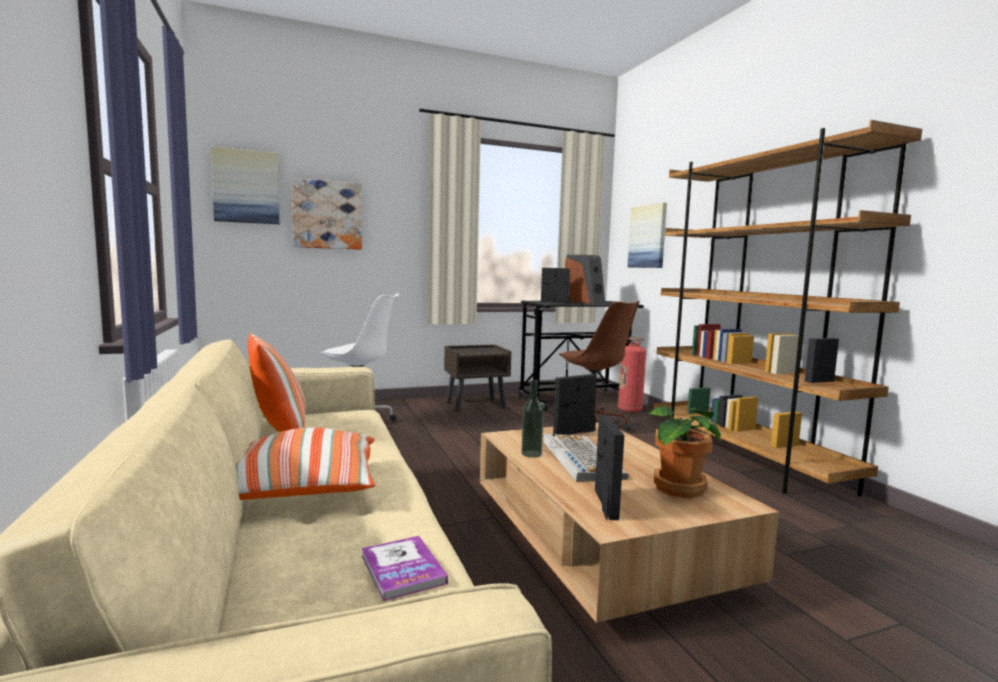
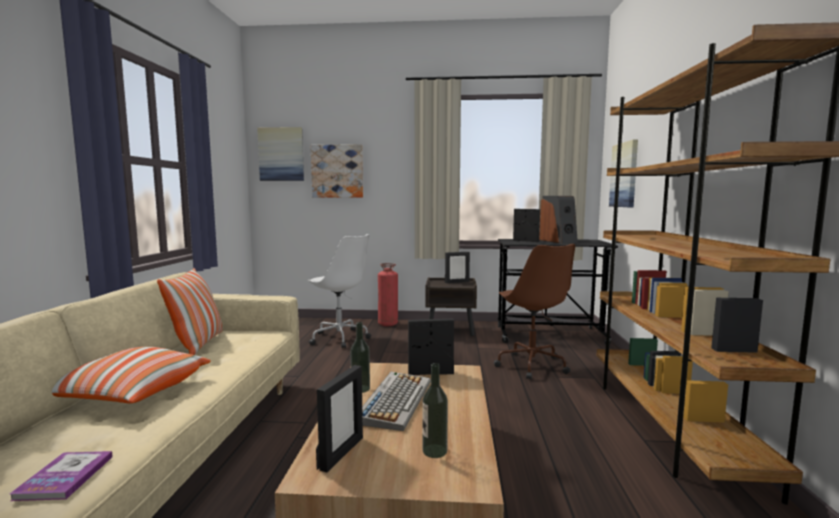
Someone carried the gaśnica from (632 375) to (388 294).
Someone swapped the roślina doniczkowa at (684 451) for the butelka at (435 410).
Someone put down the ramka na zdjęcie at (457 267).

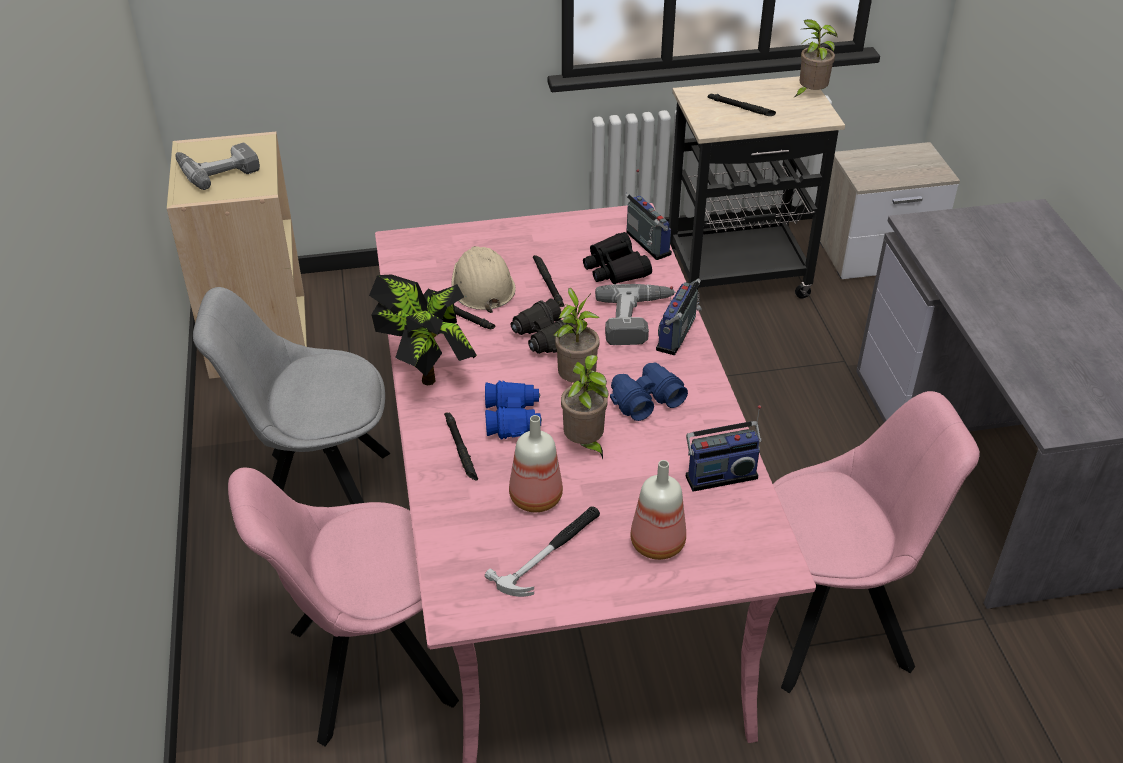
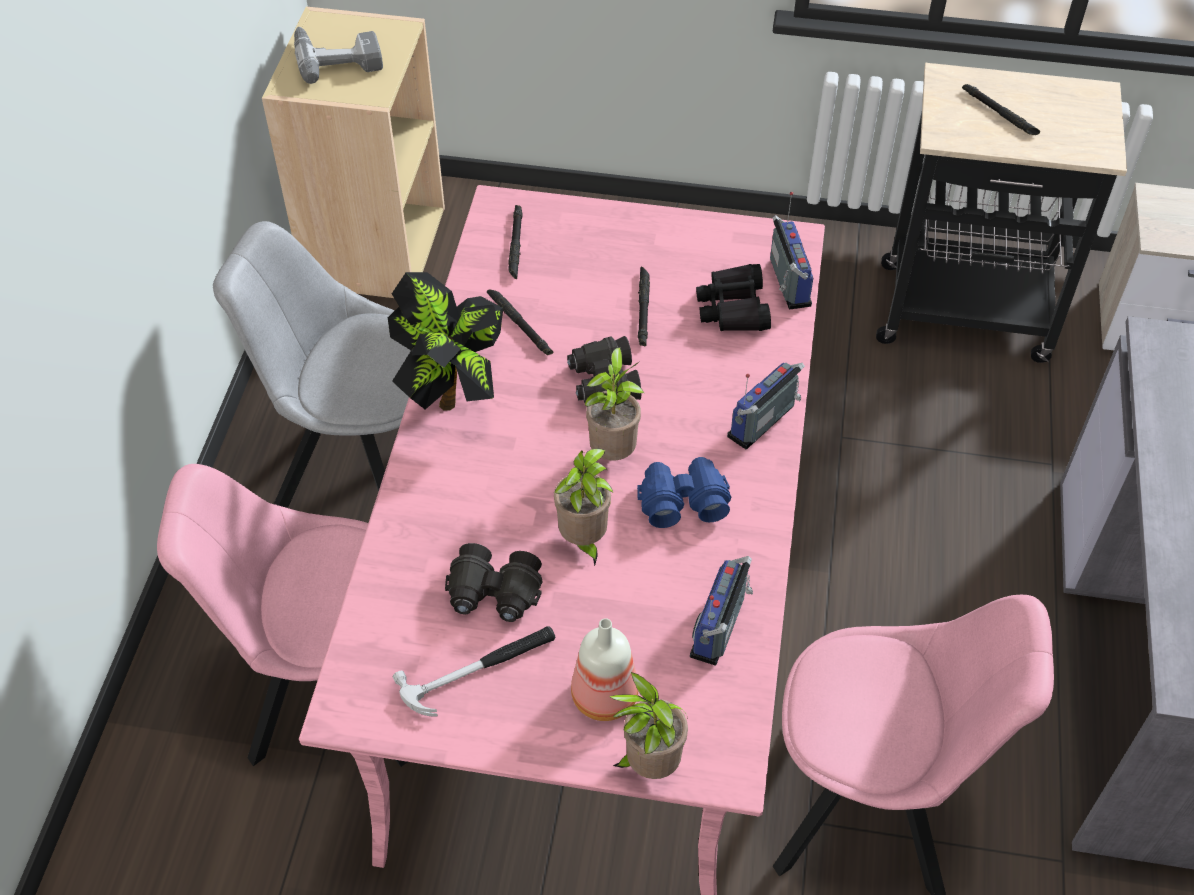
Someone carried the latarka (czarny) from (461 447) to (515 242).
Someone took away the kask (beżowy) at (483 279).
Someone took away the lornetka (niebieski) at (513 410).
Someone swapped the butelka at (536 463) for the lornetka (czarny) at (493 582).
Someone took away the wiertarka at (635 314).
Someone rotated the radio at (724 448) by 105 degrees clockwise.
Someone carried the roślina doniczkowa from (815 58) to (649 725).

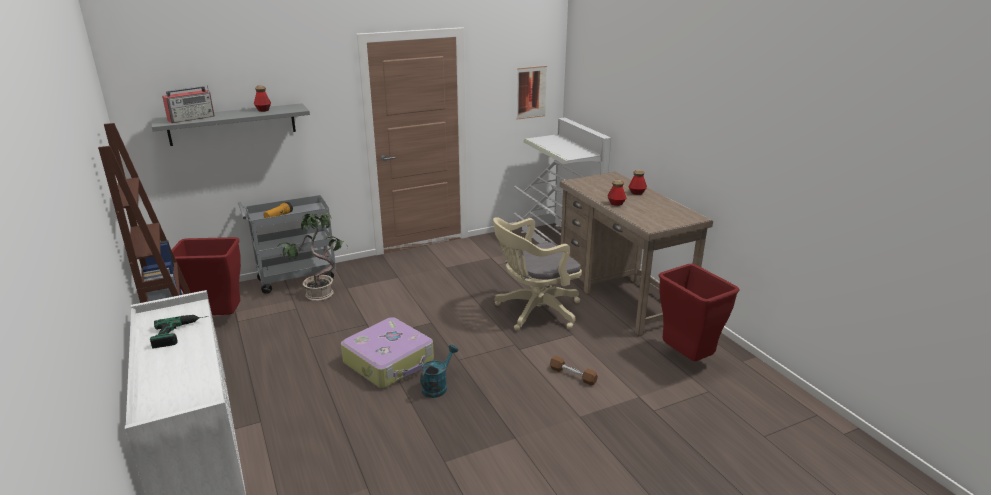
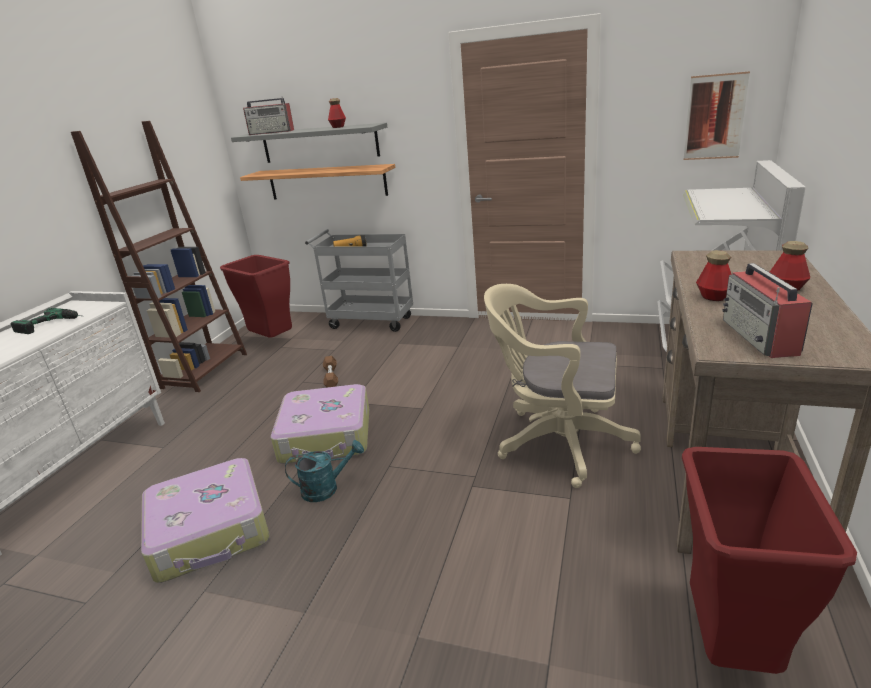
Someone took away the roślina doniczkowa at (312 257).
Someone carried the hantel (brązowy) from (574 370) to (330 371).
Someone put down the walizka at (205 520).
Someone put up the półka at (317 182).
Someone put down the radio at (767 310).

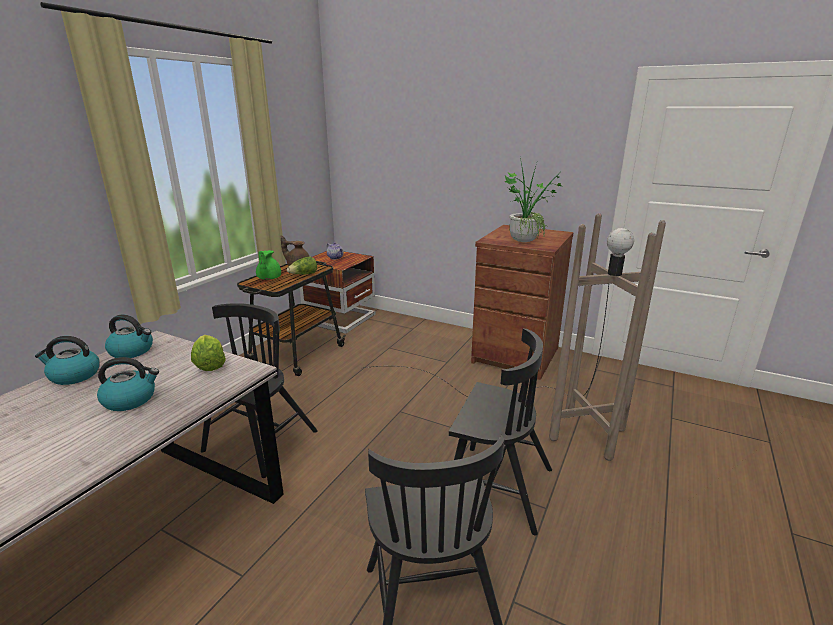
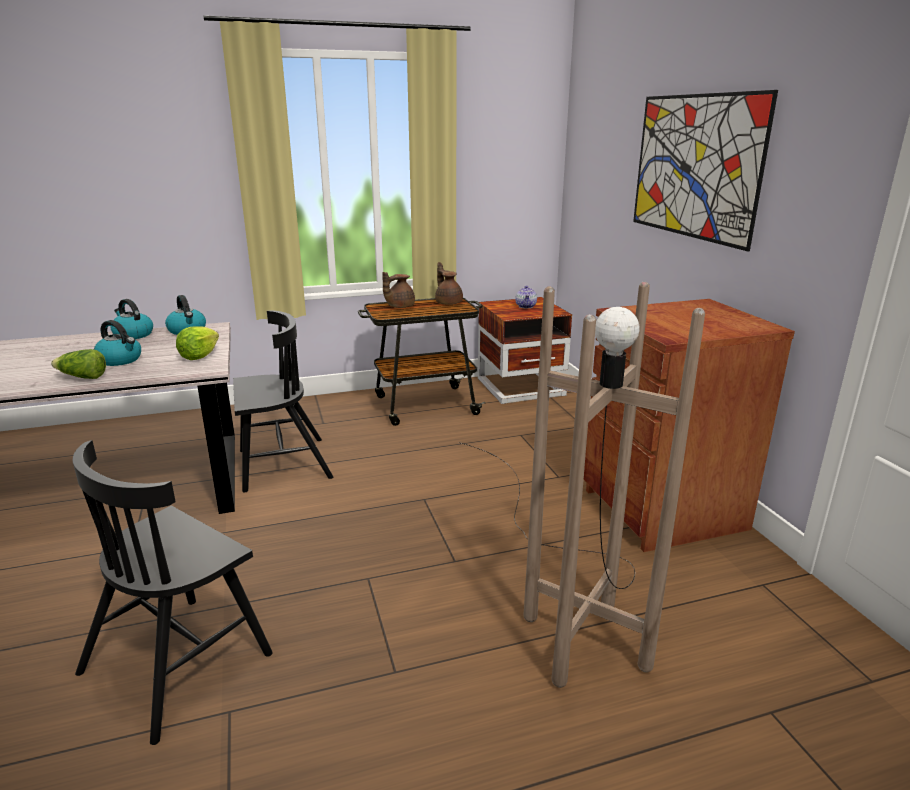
Someone repainted the imbryk (zielony) at (268 265), which became the imbryk (brązowy) at (398 290).
Someone carried the sałata from (302 265) to (78 364).
Someone took away the krzesło (czarny) at (500 432).
Someone took away the roślina doniczkowa at (533 200).
Someone put up the obraz at (705 170).

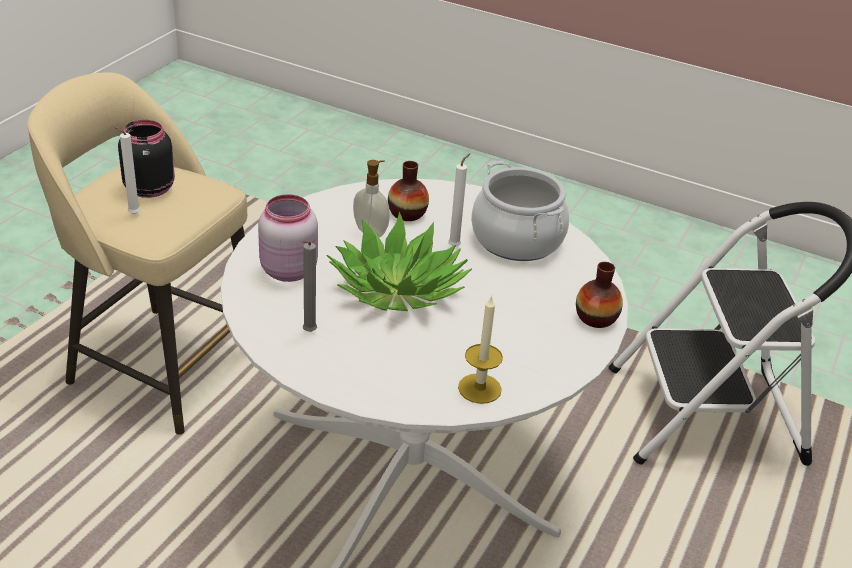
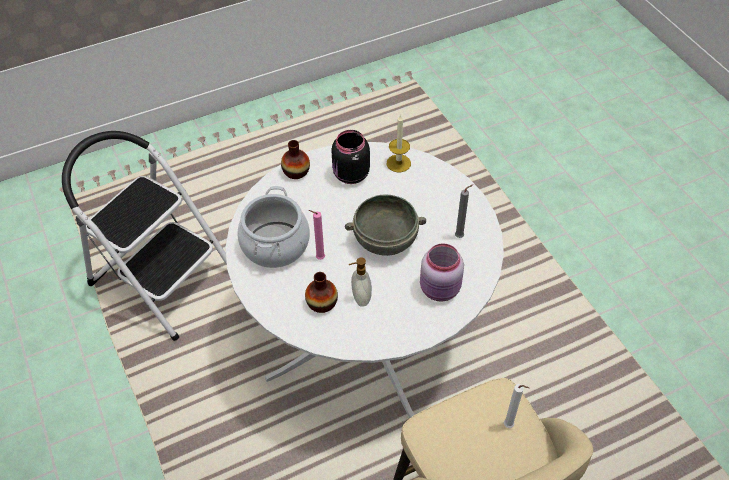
Someone carried the słoik (czarny) from (146 159) to (350 157).
Someone swapped the roślina doniczkowa at (399 261) for the miska (szary) at (385 225).
Someone repainted the świeca (biały) at (459 200), which became the świeca (różowy) at (316 235).

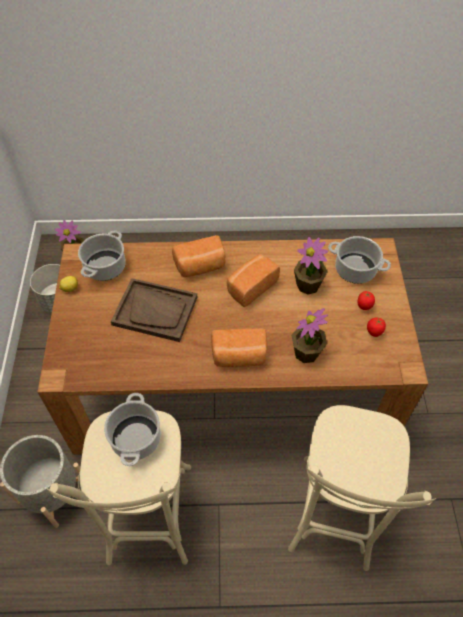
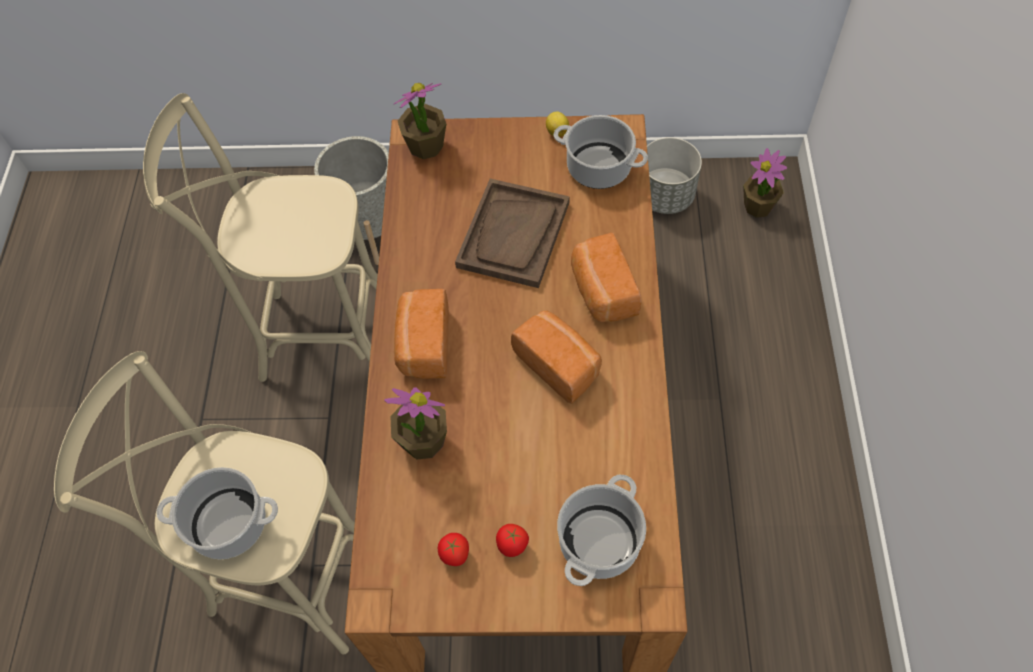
Someone carried the garnek from (132 429) to (217 513).
Someone carried the roślina doniczkowa from (311 266) to (420 121).

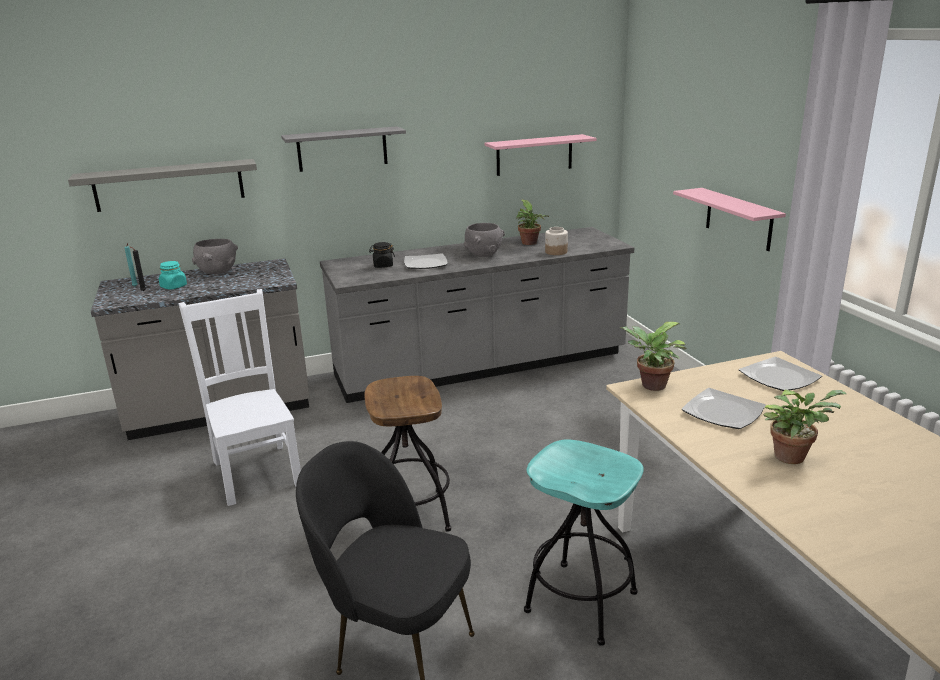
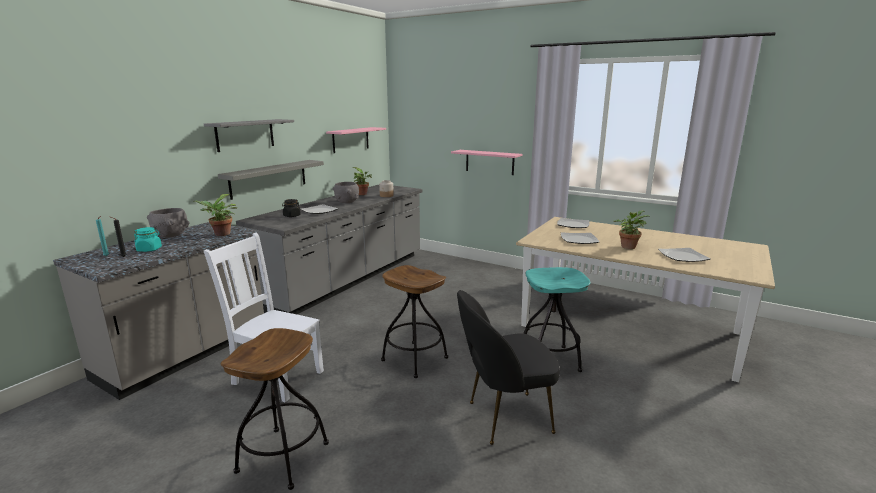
Someone carried the półka (szary) from (162 185) to (271 180).
Someone carried the roślina doniczkowa from (653 356) to (215 215).
Someone put down the stołek (brązowy) at (275 409).
Someone put down the talerz at (684 255).

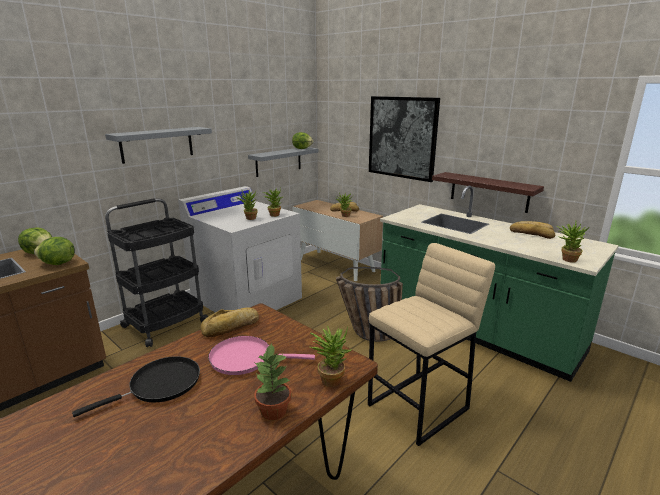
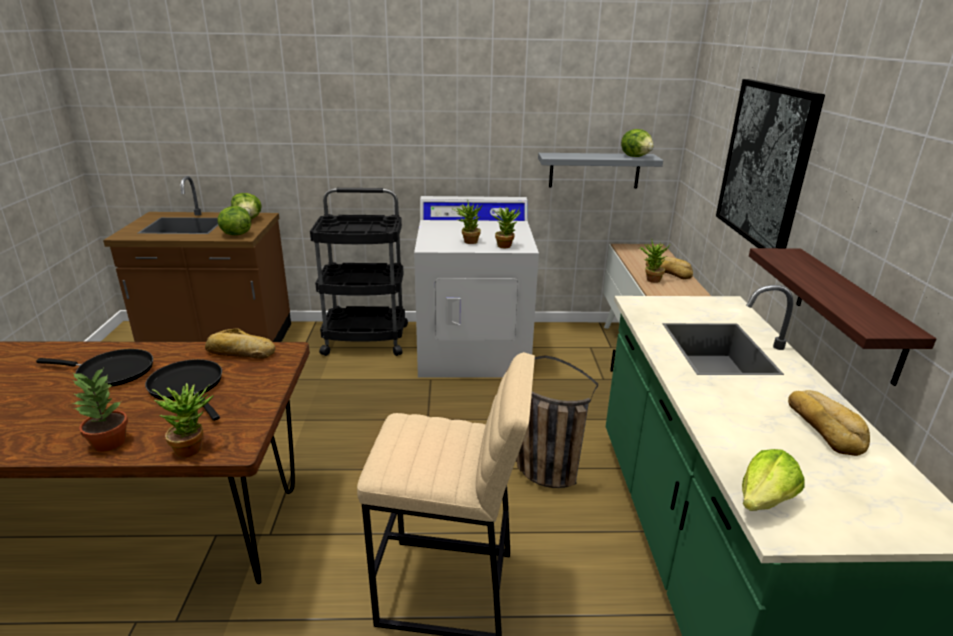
Someone took away the półka (szary) at (158 145).
Someone repainted the patelnia (różowy) at (261 355), which became the patelnia (czarny) at (183 390).
Someone swapped the roślina doniczkowa at (573 242) for the sałata at (773 480).

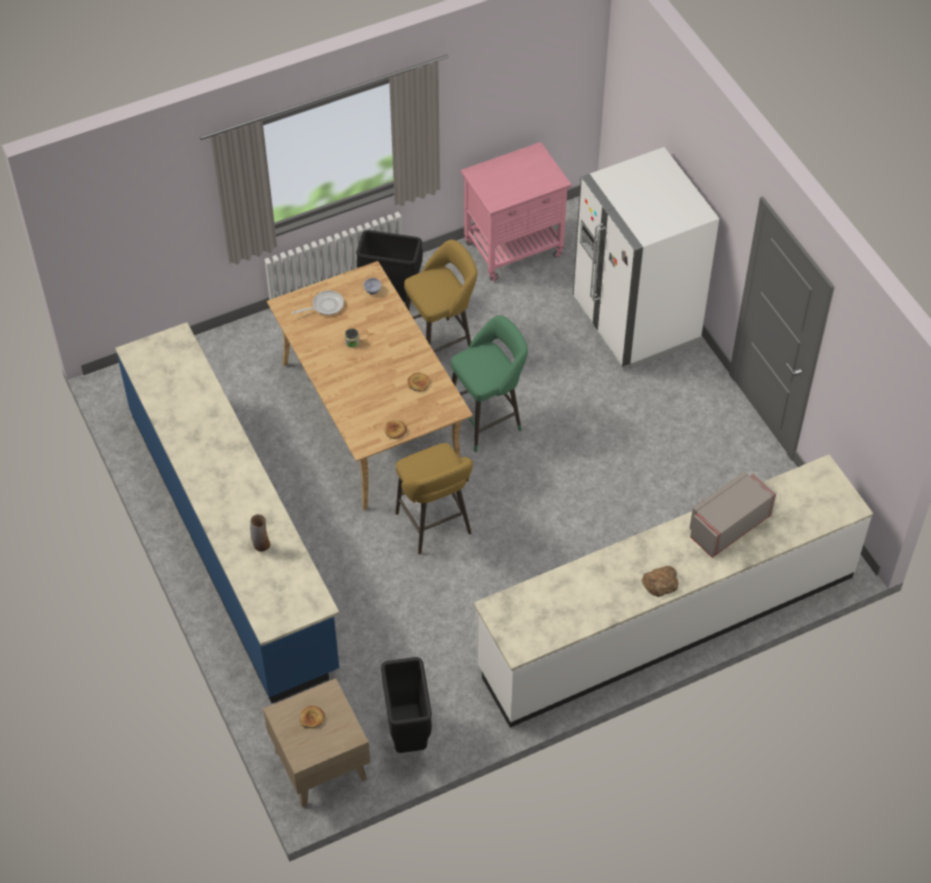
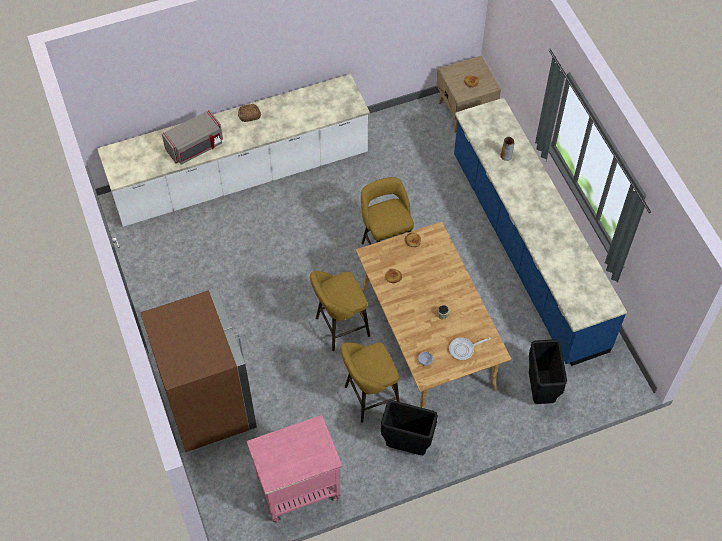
Someone carried the kosz na śmieci (czarny) from (406 705) to (548 371).
Someone repainted the stołek (zielony) at (489 383), which became the stołek (żółty) at (340 311).
Someone repainted the lodówka (biały) at (646 259), which became the lodówka (brązowy) at (198 371).

